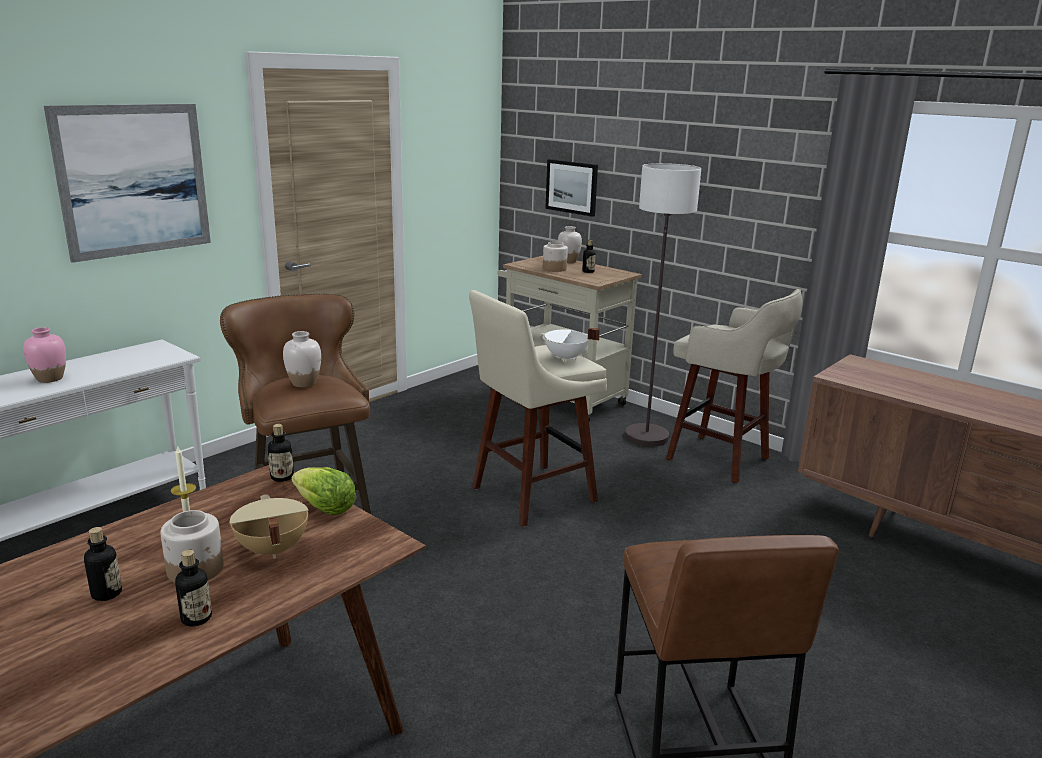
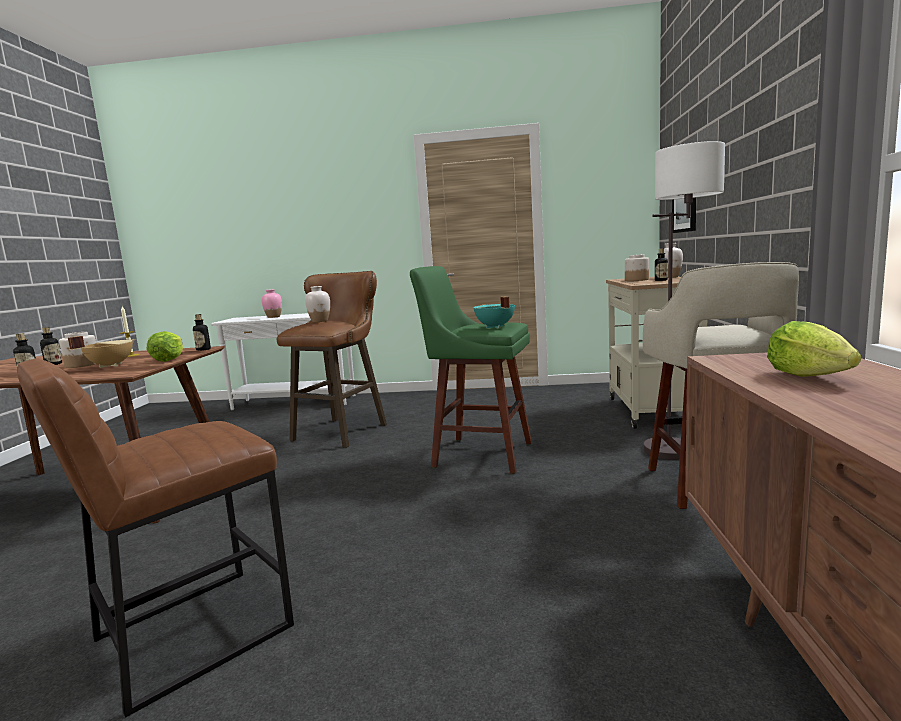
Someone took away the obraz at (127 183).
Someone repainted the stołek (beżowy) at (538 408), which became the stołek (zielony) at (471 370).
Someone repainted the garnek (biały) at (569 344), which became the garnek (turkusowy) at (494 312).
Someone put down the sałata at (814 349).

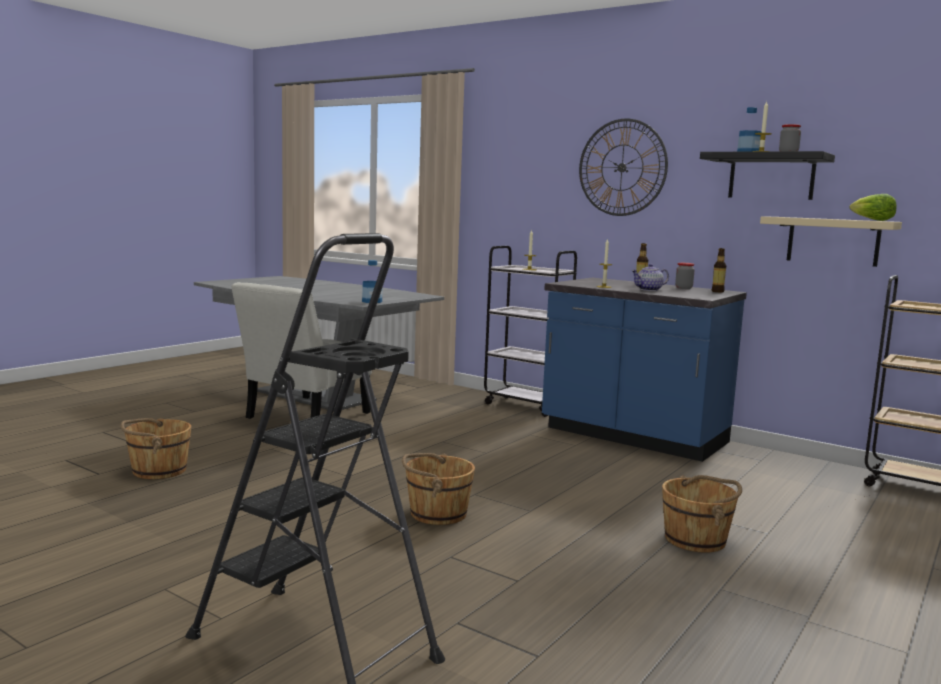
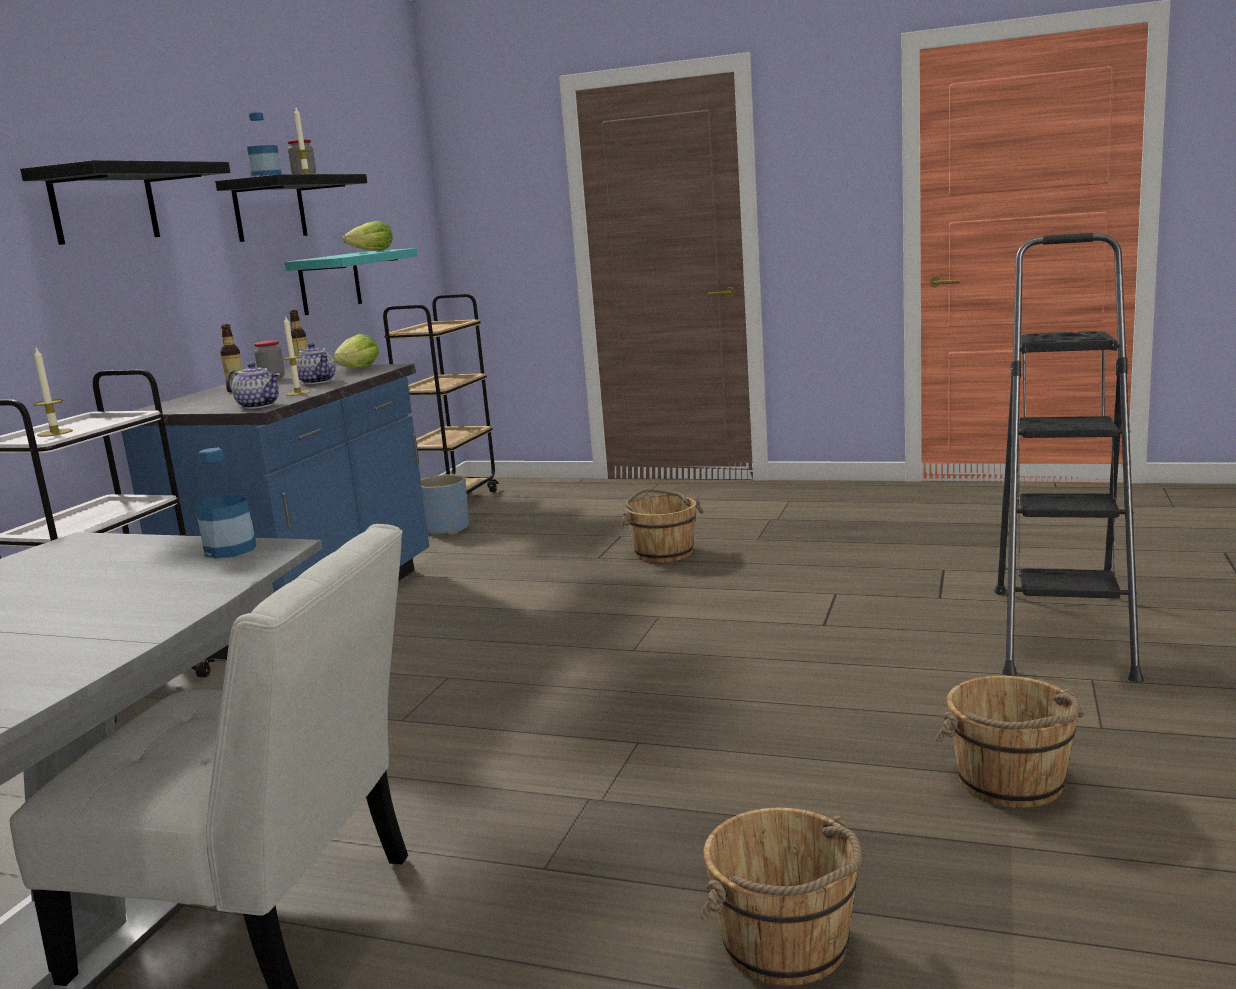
Someone carried the wiadro (brązowy) from (438 489) to (1009 742).
Someone swapped the zegar ścienny at (623 167) for the półka (czarny) at (125 202).
Someone repainted the półka (beżowy) at (831 241), which became the półka (turkusowy) at (351 281).
Someone put down the imbryk at (253 385).
Someone put down the sałata at (356 351).
Someone put down the donica (niebieski) at (445 504).

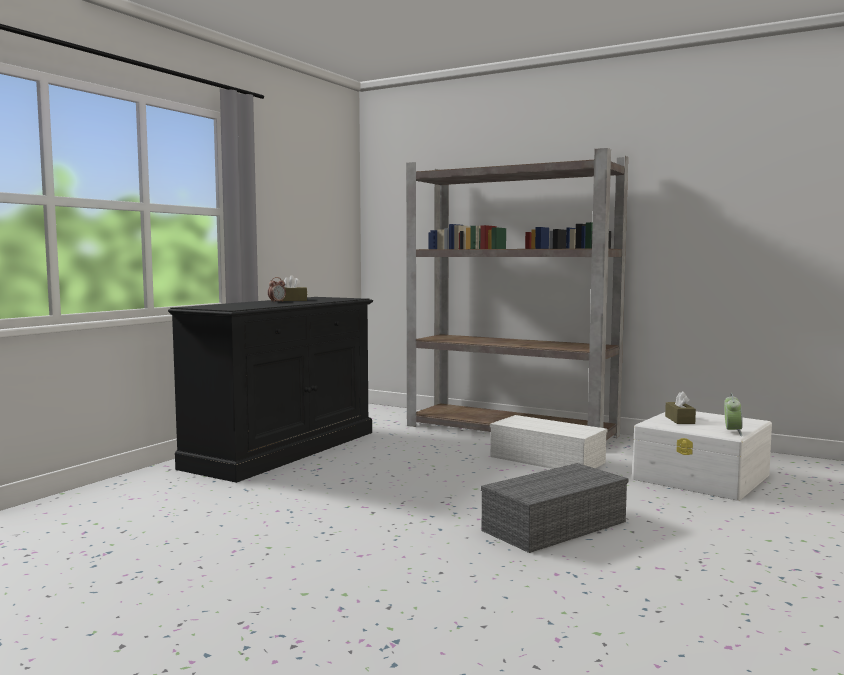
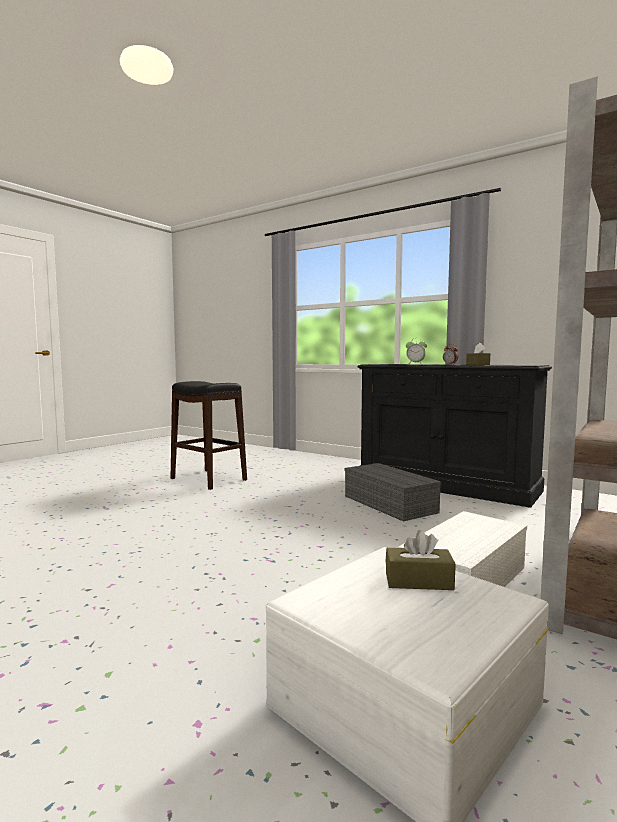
Someone carried the pojemnik do przechowywania (szary) from (554 508) to (392 492).
Someone carried the budzik from (733 414) to (416 352).
Someone put down the stołek (czarny) at (209 435).

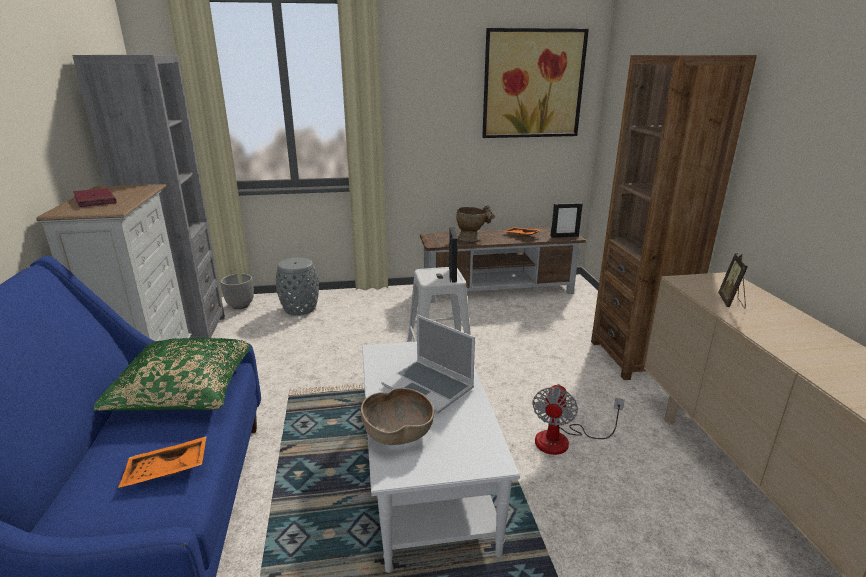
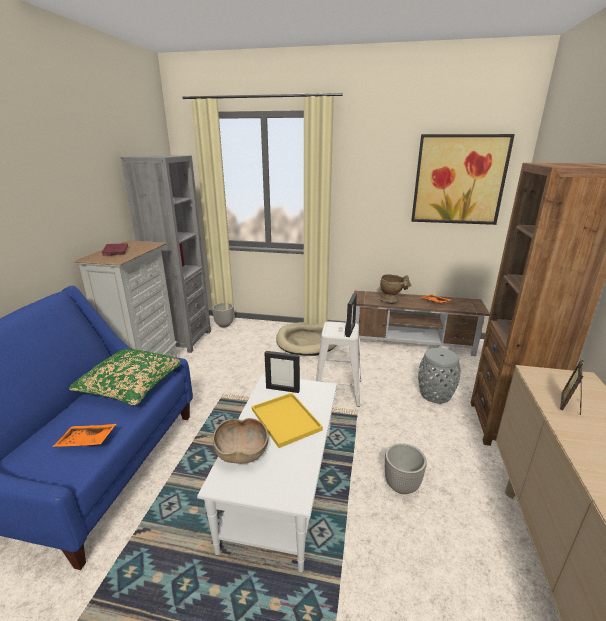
Someone carried the stołek (szary) from (297 286) to (439 376).
Someone swapped the laptop at (428 364) for the taca (żółty) at (287 420).
Someone swapped the wentylator at (578 419) for the donica at (406 468).
Someone carried the ramka na zdjęcie from (566 220) to (282 372).
Someone put down the legowisko (beżowy) at (306 339).

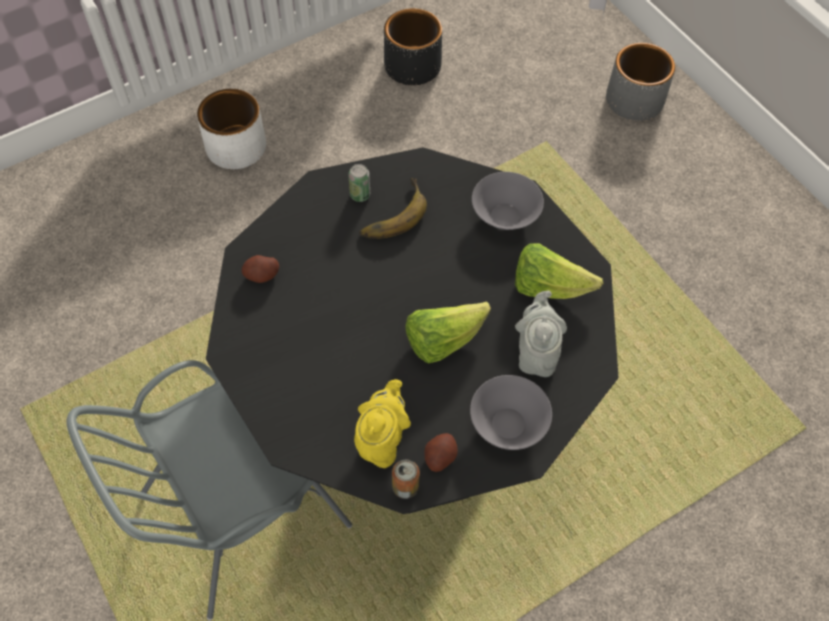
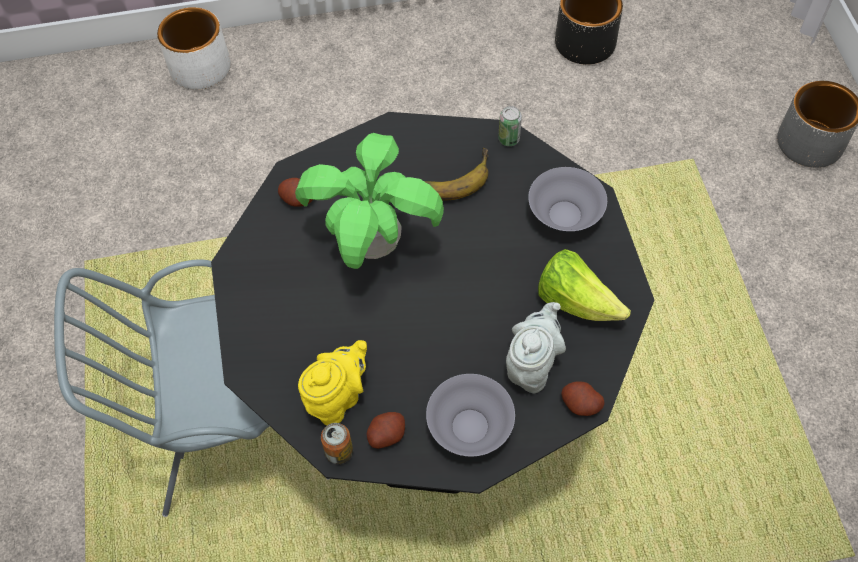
Someone carried the donica (biały) from (231 129) to (194 48).
Someone carried the puszka from (359 183) to (510 126).
Someone took away the sałata at (448 332).
Someone put down the roślina doniczkowa at (369 201).
Someone put down the ziemniak at (583 399).

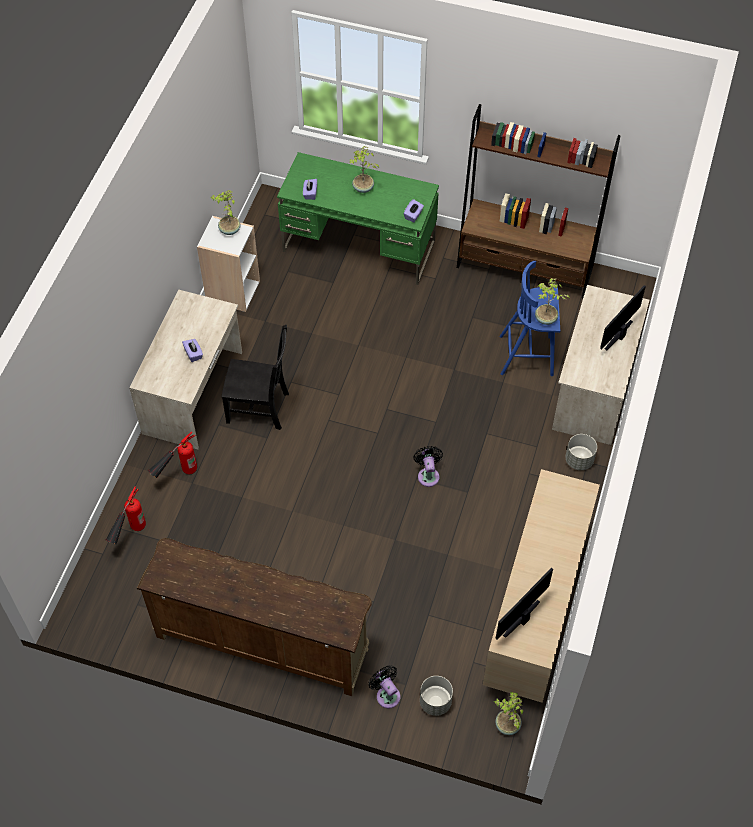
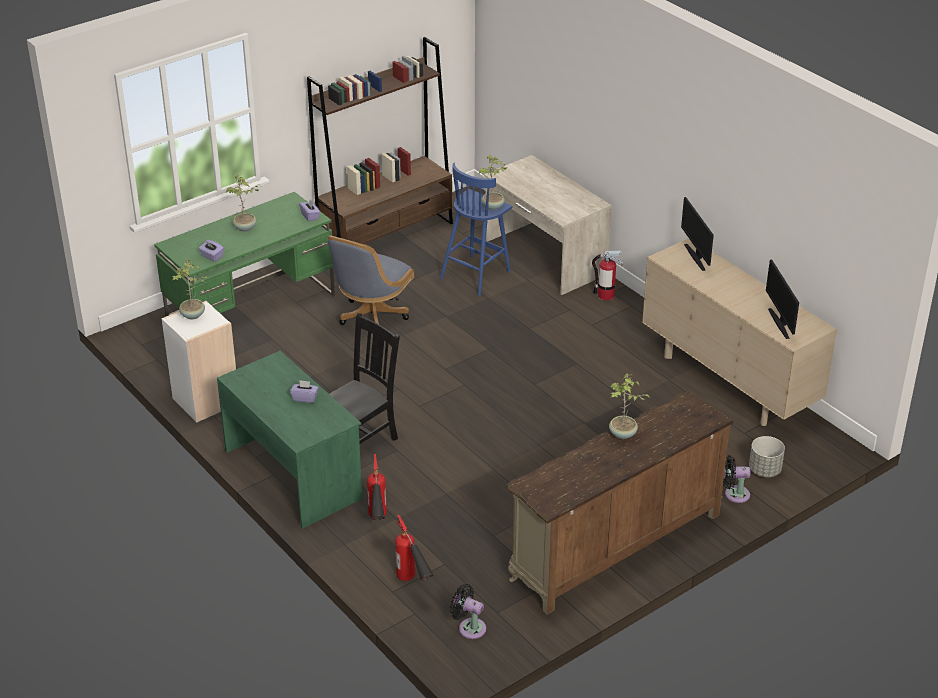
Someone repainted the biurko (beżowy) at (185 369), which became the biurko (zielony) at (289 440).
Someone carried the wentylator (czarny) from (428 466) to (468 611).
Someone carried the roślina doniczkowa from (508 713) to (629 406).
Someone swapped the donica (szary) at (581 452) for the gaśnica at (607 275).
Someone carried the monitor from (623 317) to (697 234).
Someone put down the krzesło biurowe (niebieski) at (371 280).

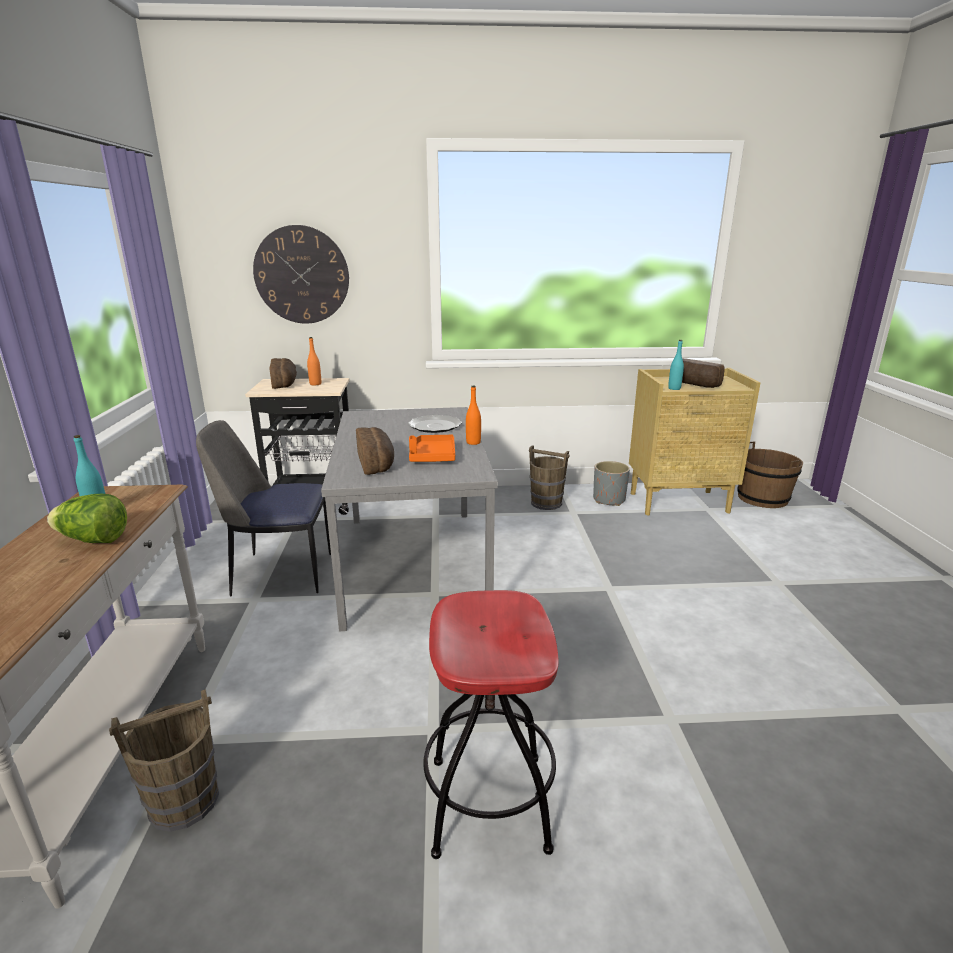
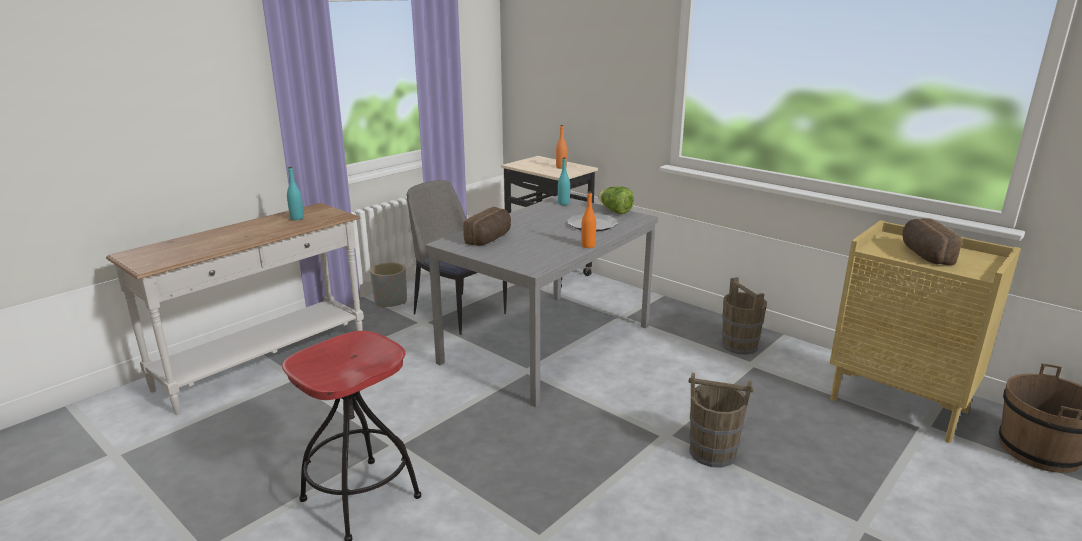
Someone carried the sałata from (87 518) to (616 200).
Someone carried the wiadro (brązowy) from (164 760) to (720 420).
Someone took away the zegar ścienny at (301 274).
Someone took away the chleb at (283 373).
Someone took away the taca (pomarańczowy) at (432 448).
Someone carried the donica (szary) from (611 483) to (388 285).
Someone carried the butelka (turkusowy) from (676 365) to (564 181).

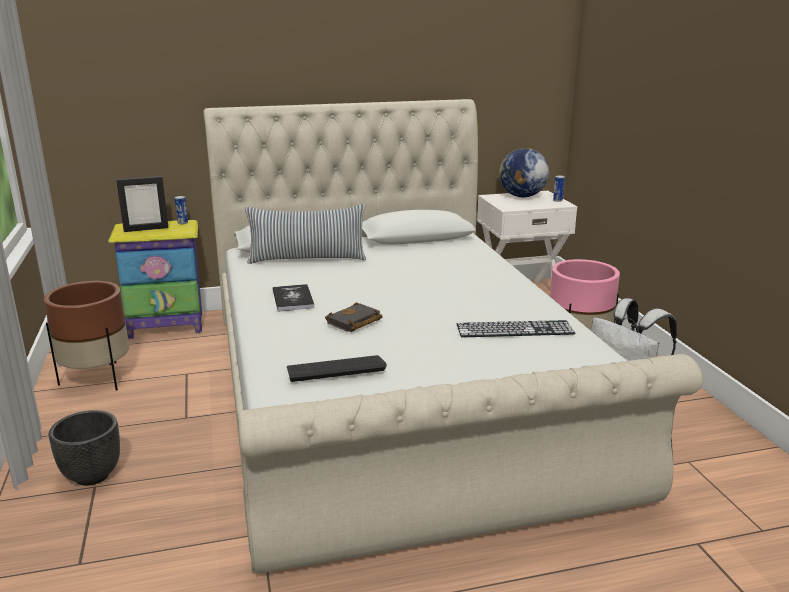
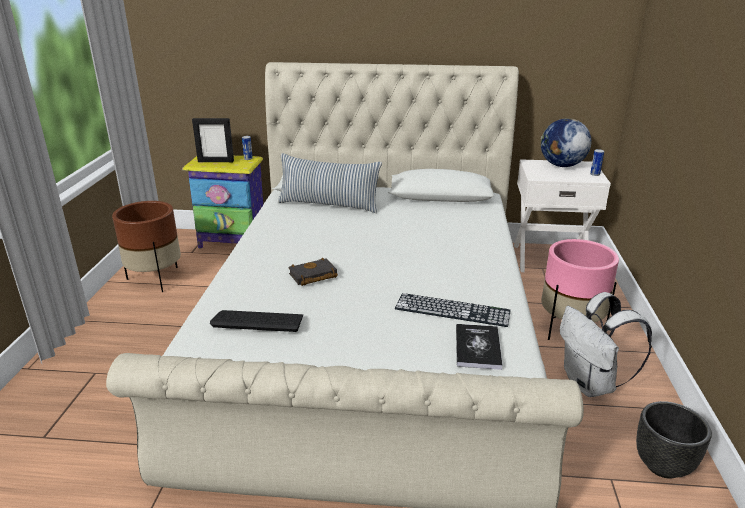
Someone carried the donica (czarny) from (84 448) to (674 439).
Someone carried the książka from (293 298) to (479 347).

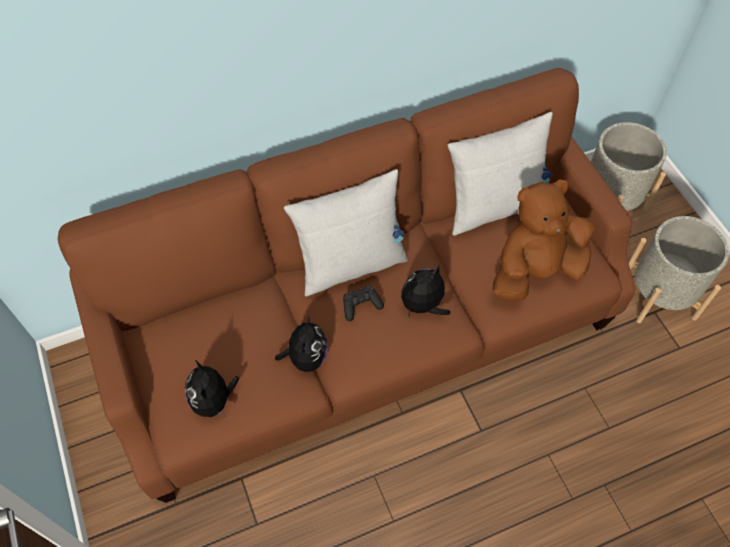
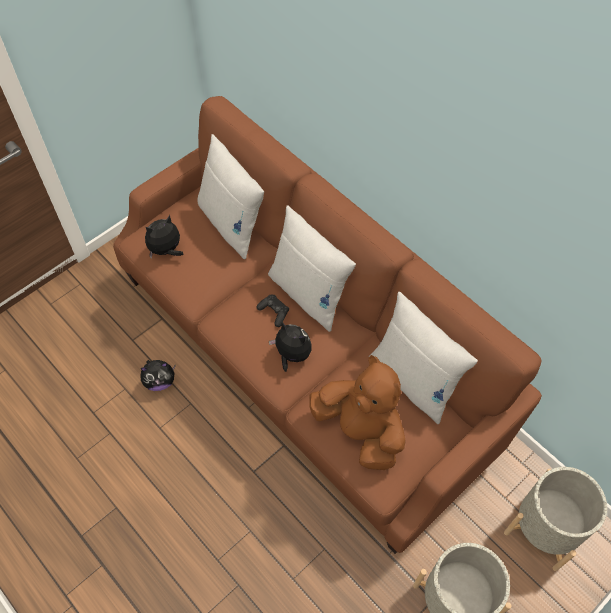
Someone carried the pluszak from (301 344) to (158 375).
Someone put down the poduszka (szary) at (231 196).

